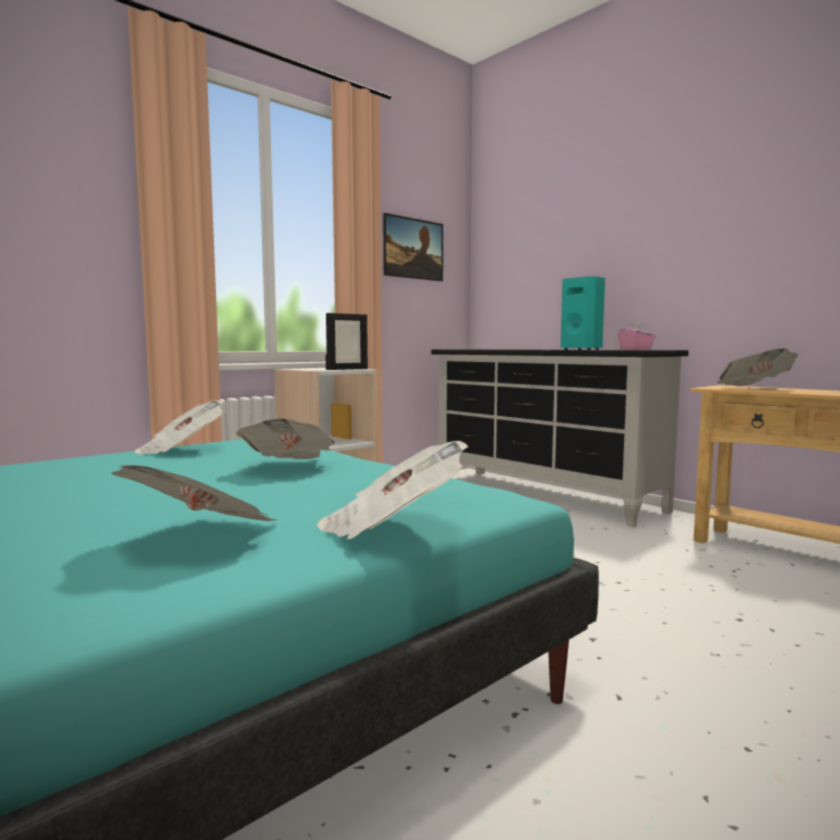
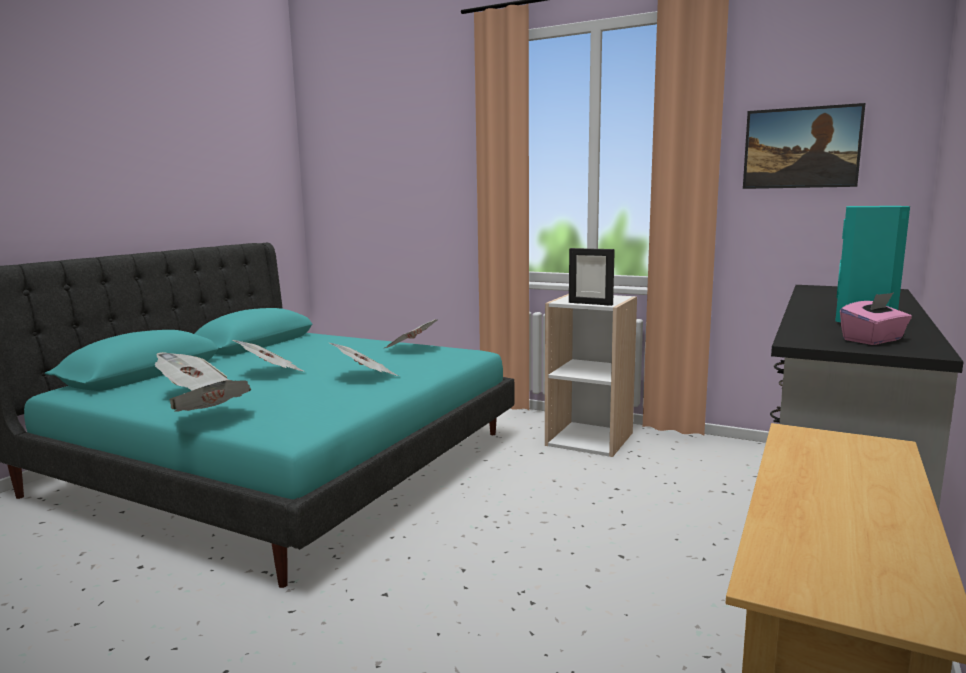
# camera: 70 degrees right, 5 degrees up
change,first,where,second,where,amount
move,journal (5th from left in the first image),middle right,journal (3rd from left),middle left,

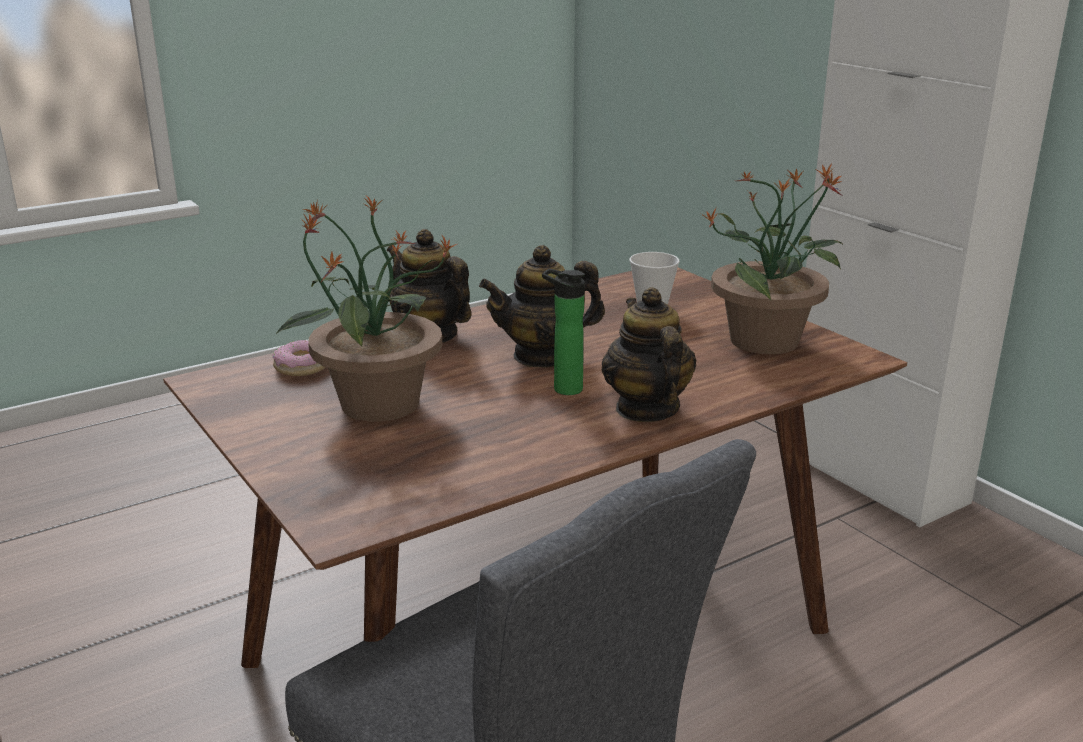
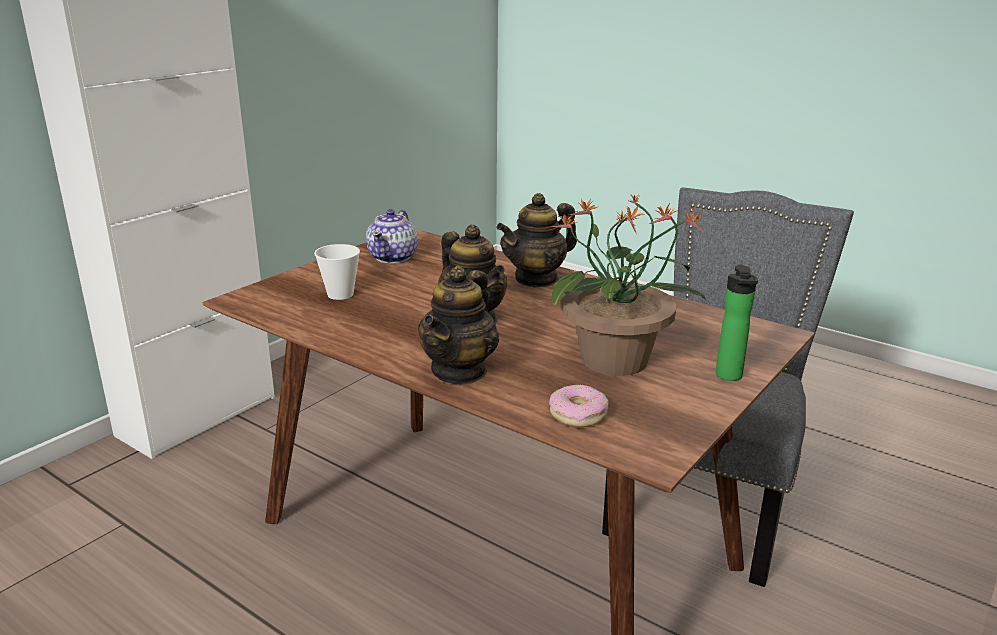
# camera: 110 degrees left, 0 degrees up
change,first,where,second,where,amount
move,bouteille,centre,,middle right,
replace,plante en pot (2nd from left),middle right,théière (1st from left),centre,

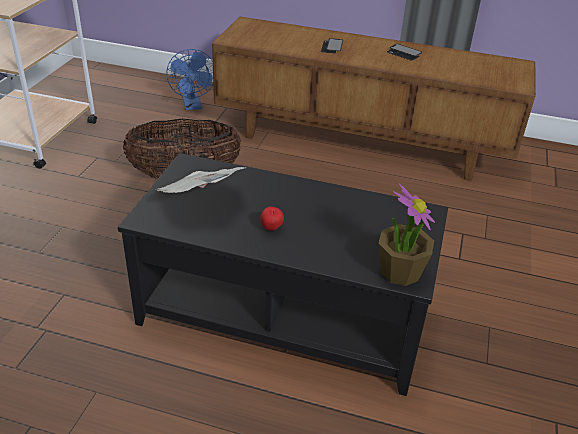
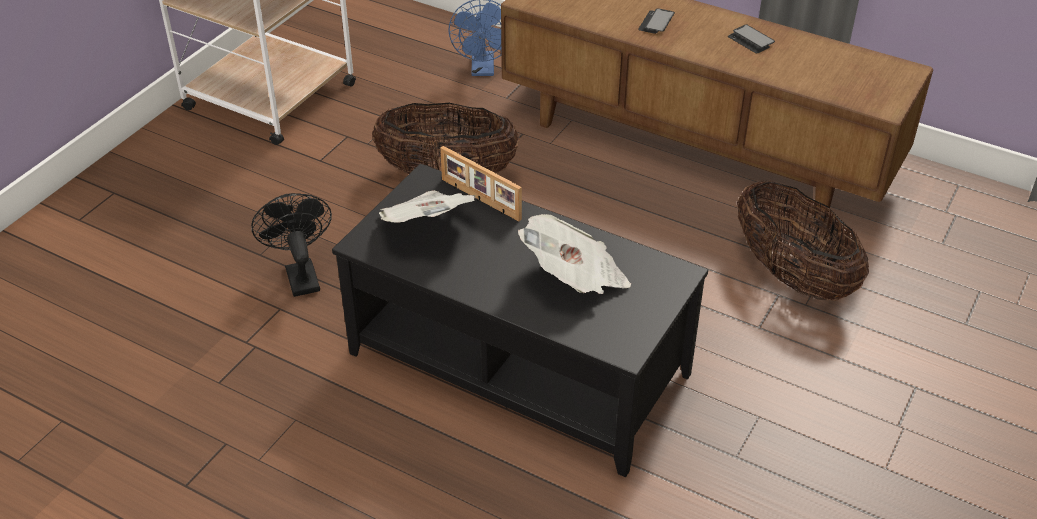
# camera: 15 degrees right, 5 degrees up
change,first,where,second,where,amount
delete,pomme,centre,,,
delete,plante en pot,middle right,,,
insert,,,ventilateur [noir],middle left,
insert,,,cadre photo,centre,
insert,,,journal (2nd from left),centre,
insert,,,panier (2nd from left),middle right,

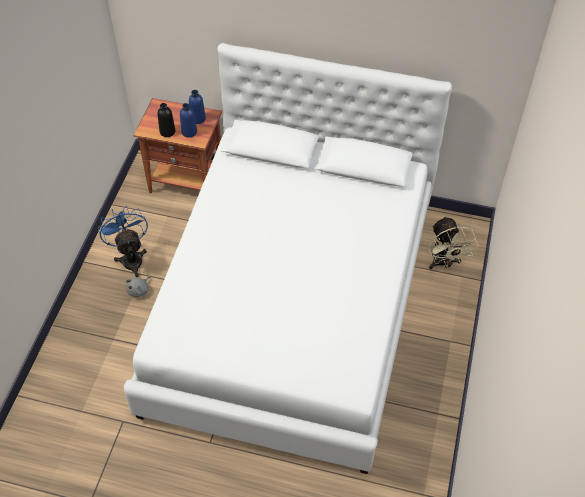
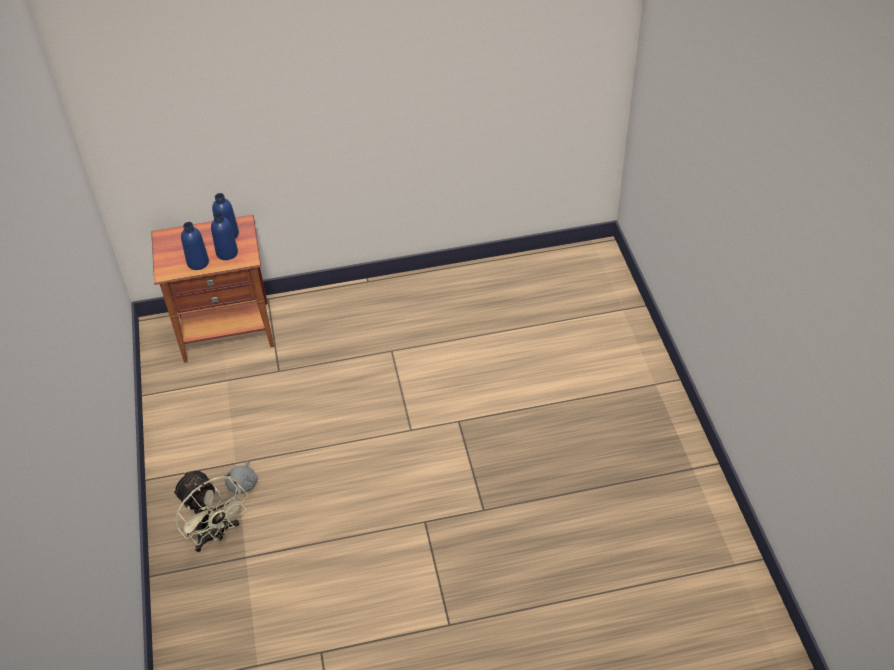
# camera: 25 degrees left, 5 degrees down
change,first,where,second,where,amount
delete,ventilateur [bleu],middle left,,,
delete,lit [blanc],centre,,,
recolor,bouteille [noir],top left,bouteille [bleu] (1st from left),middle left,
move,ventilateur [beige],middle right,,bottom left,

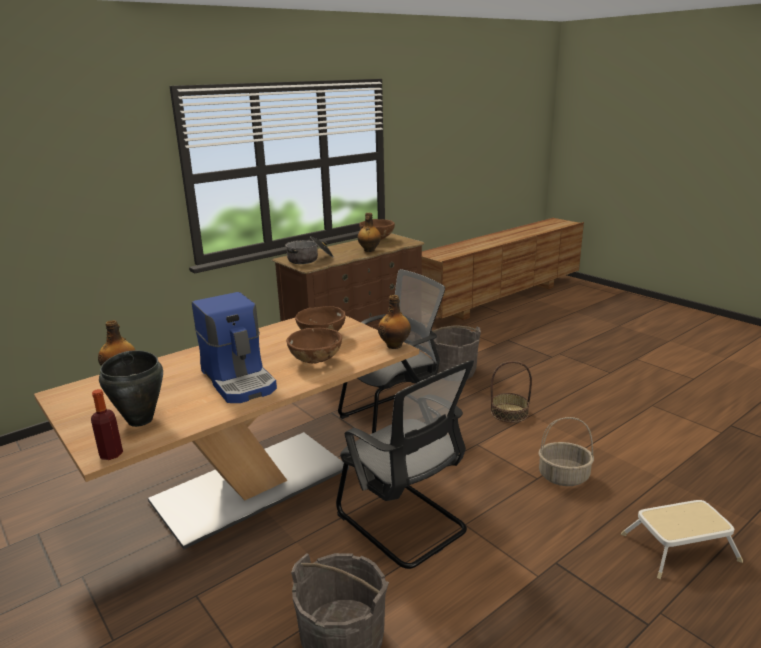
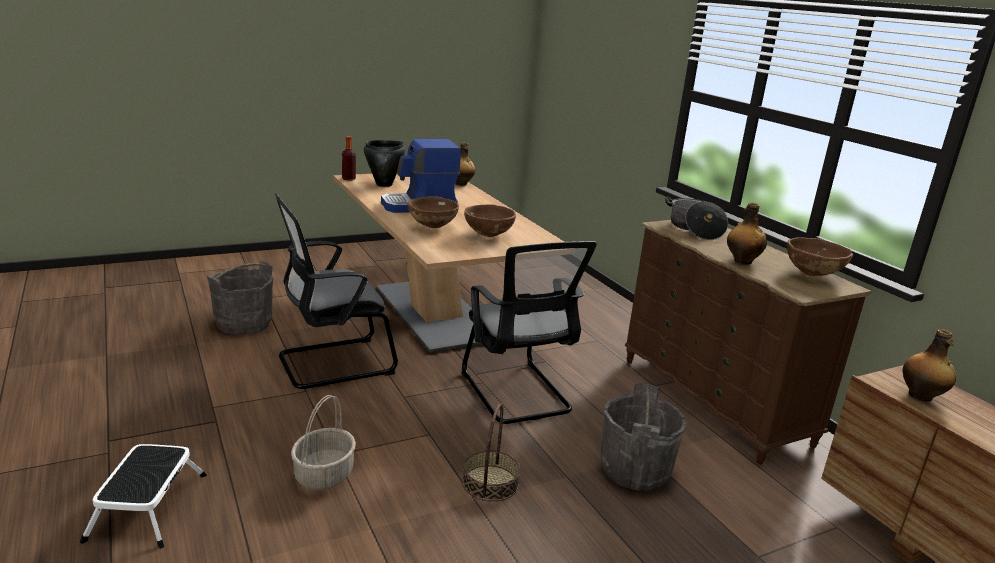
# camera: 100 degrees right, 0 degrees up
change,first,where,second,where,amount
move,bouteille (4th from left),centre,,middle right,
recolor,escabeau [beige],bottom right,escabeau [noir],bottom left,

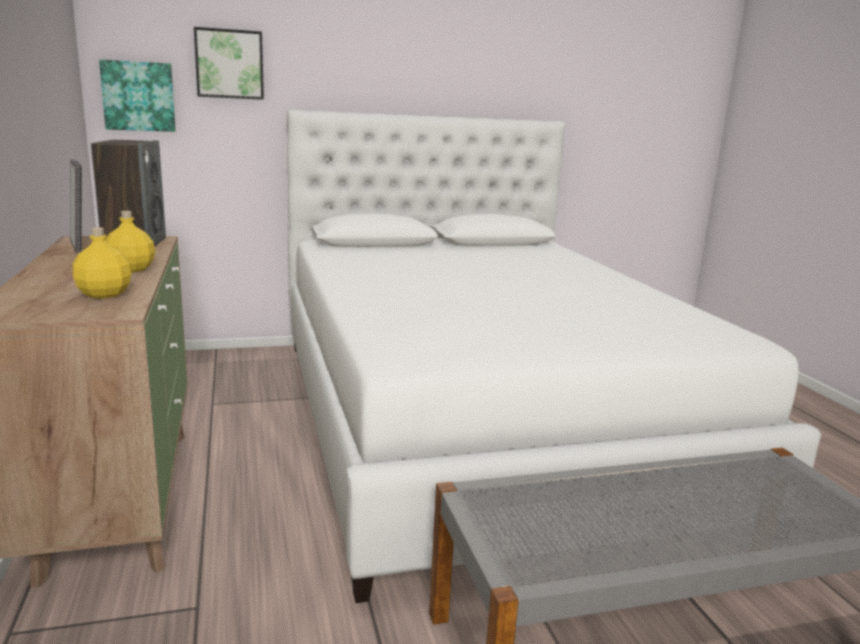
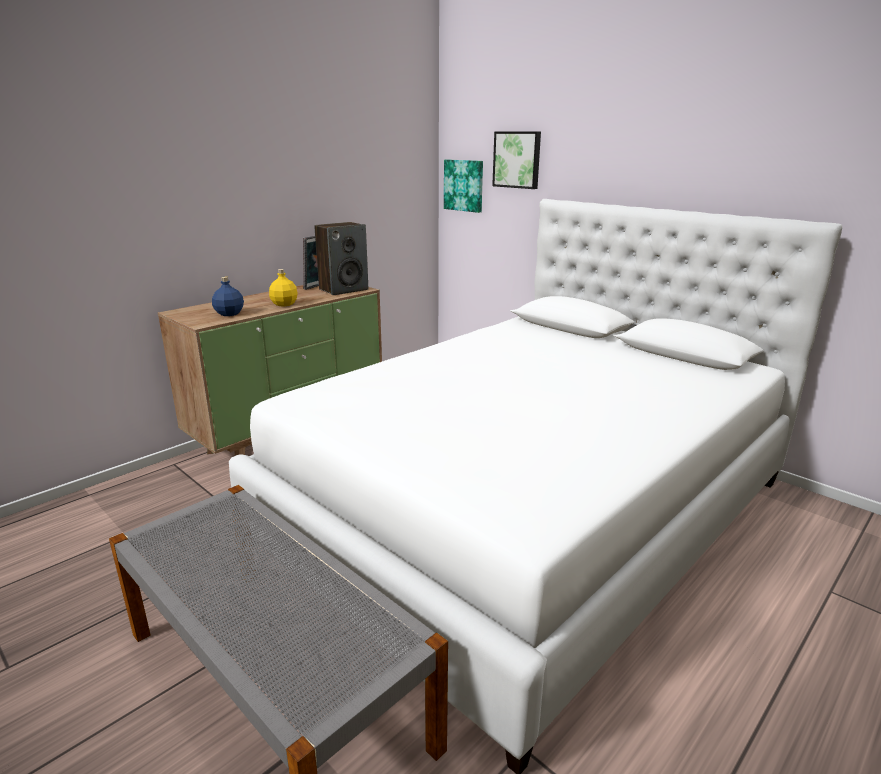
# camera: 60 degrees right, 5 degrees up
change,first,where,second,where,amount
recolor,bouteille [jaune] (1st from left),middle left,bouteille [bleu],middle left,

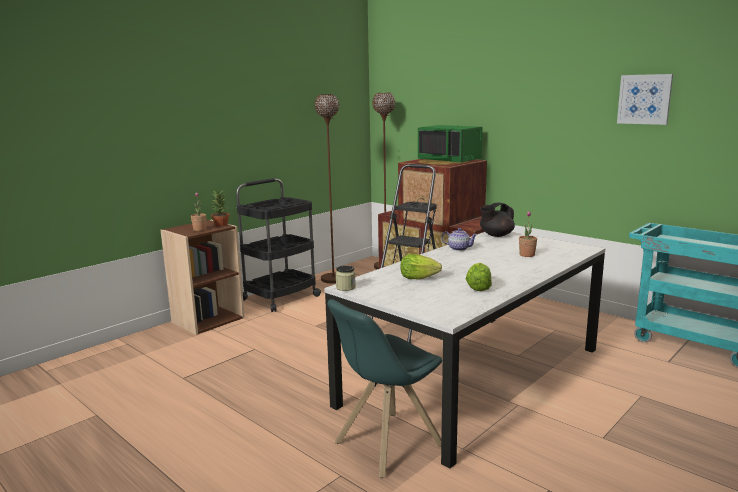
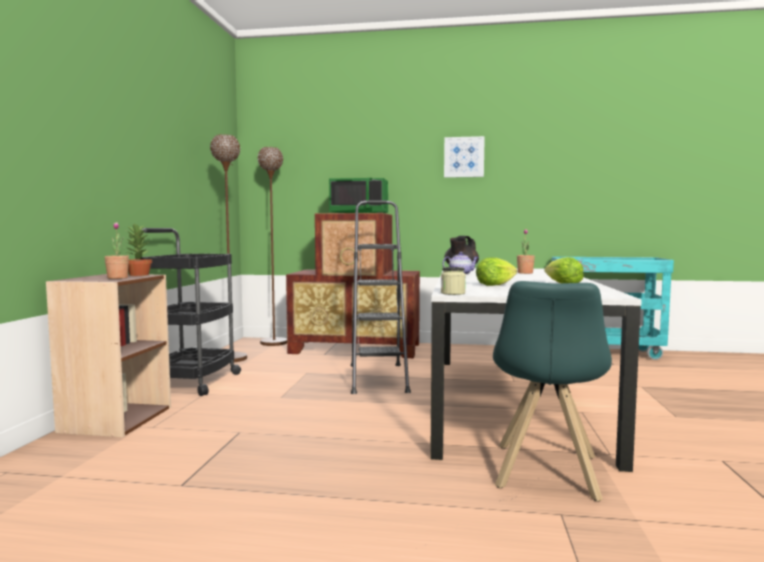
# camera: 35 degrees left, 10 degrees down
change,first,where,second,where,amount
move,tableau,top right,,top centre,

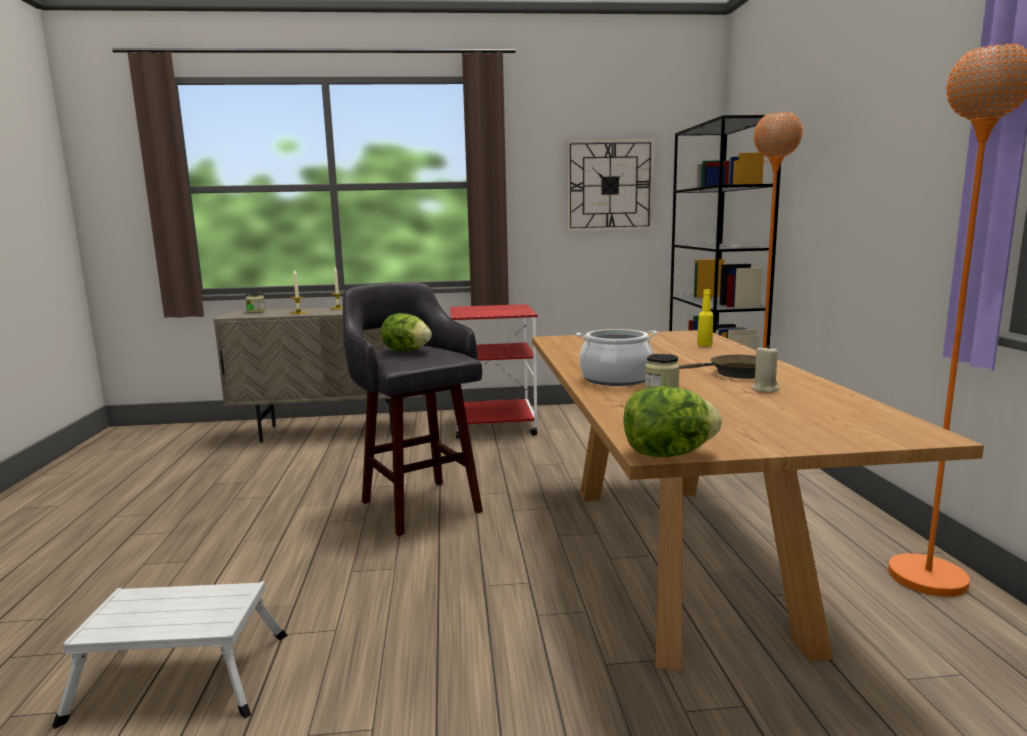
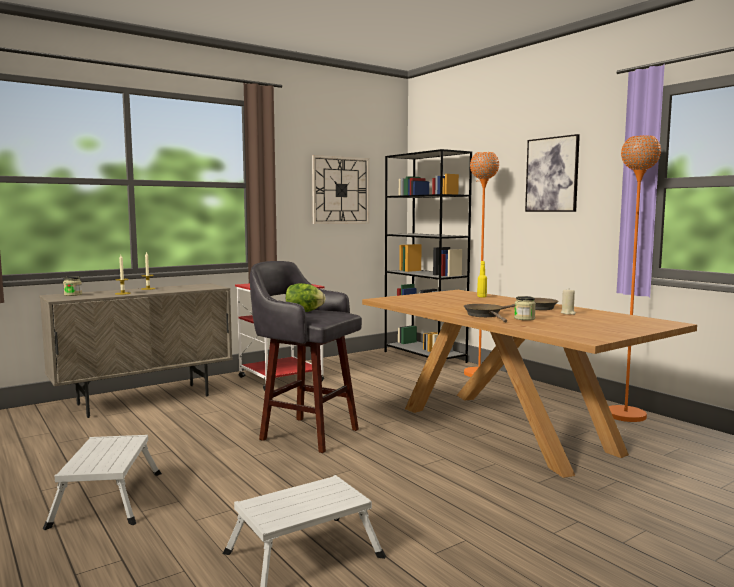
# camera: 30 degrees left, 5 degrees down
change,first,where,second,where,amount
replace,marmite,centre,poêle [marron] (1st from left),centre,
delete,laitue (2nd from left),centre,,,
insert,,,escabeau [blanc] (1st from left),bottom left,
insert,,,tableau,top right,

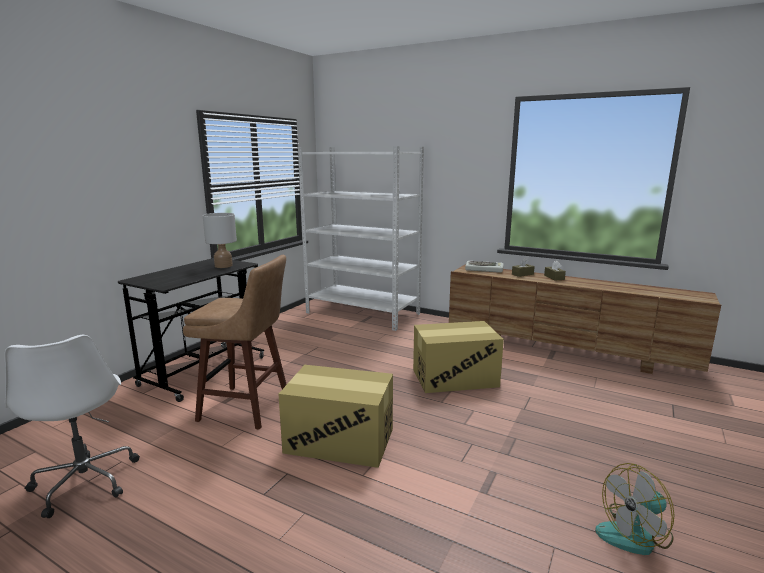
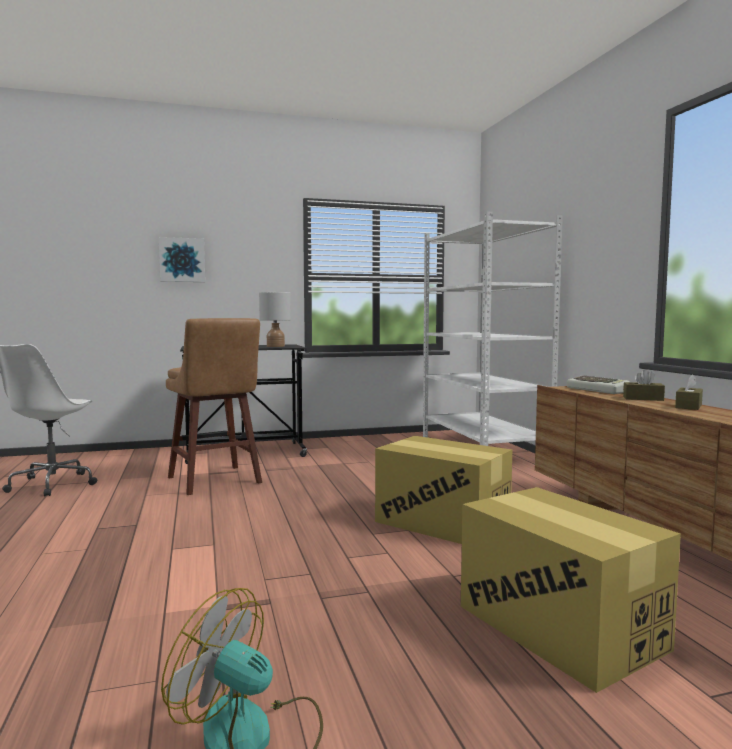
# camera: 45 degrees right, 10 degrees down
change,first,where,second,where,amount
move,carton (1st from left in the first image),bottom centre,carton (2nd from left),bottom right,
insert,,,tableau,middle left,

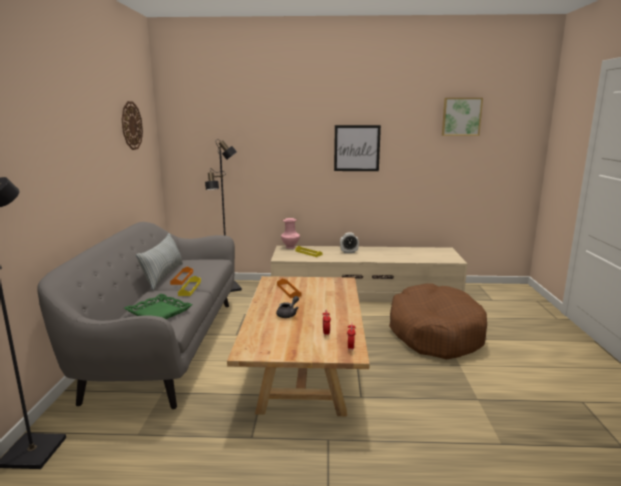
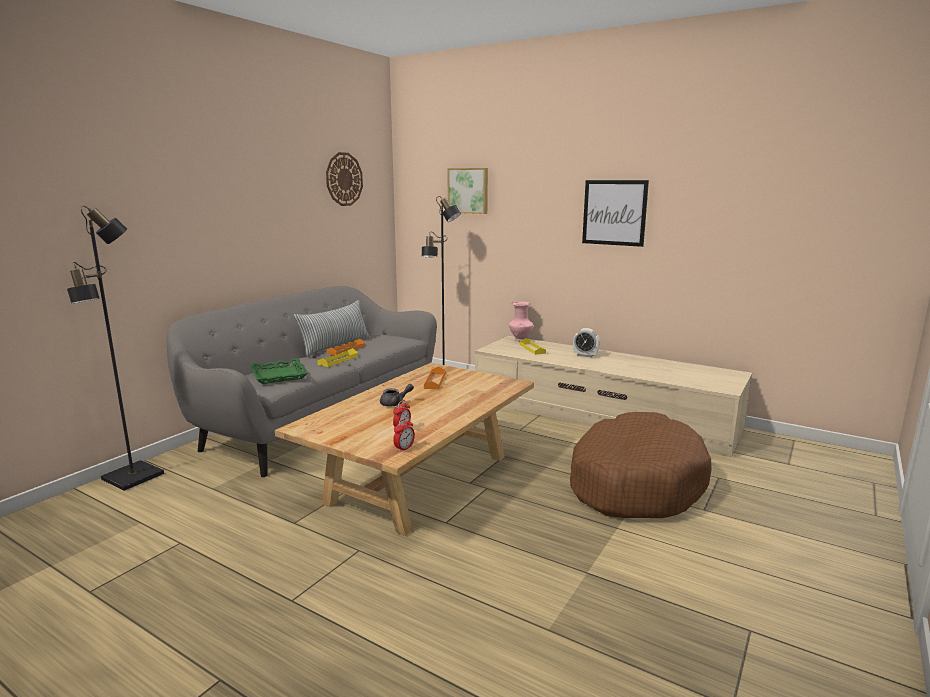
# camera: 30 degrees right, 0 degrees up
change,first,where,second,where,amount
move,tableau (2nd from left in the first image),top right,tableau (1st from left),top centre,

